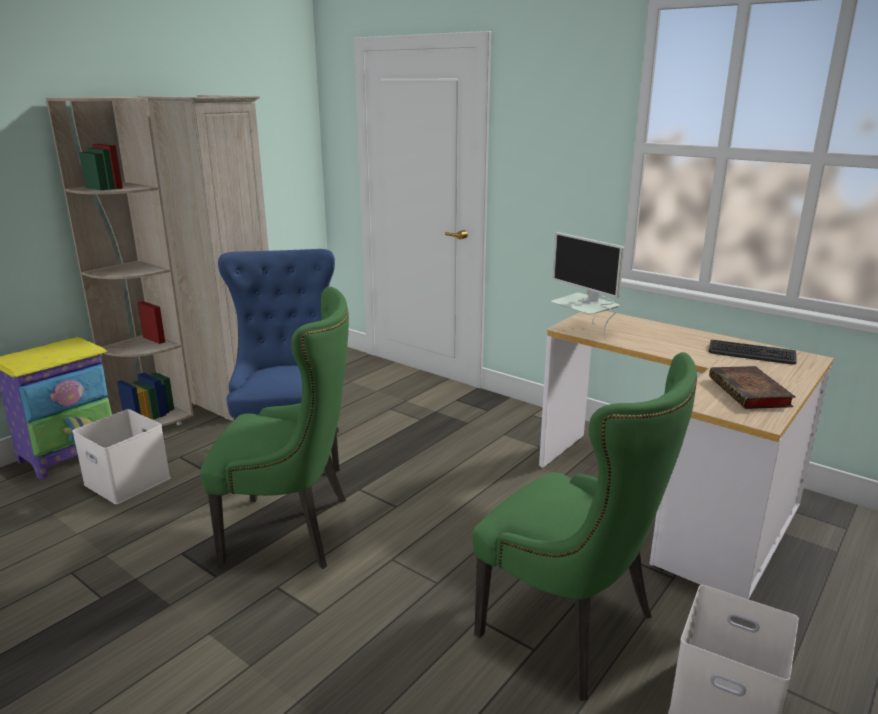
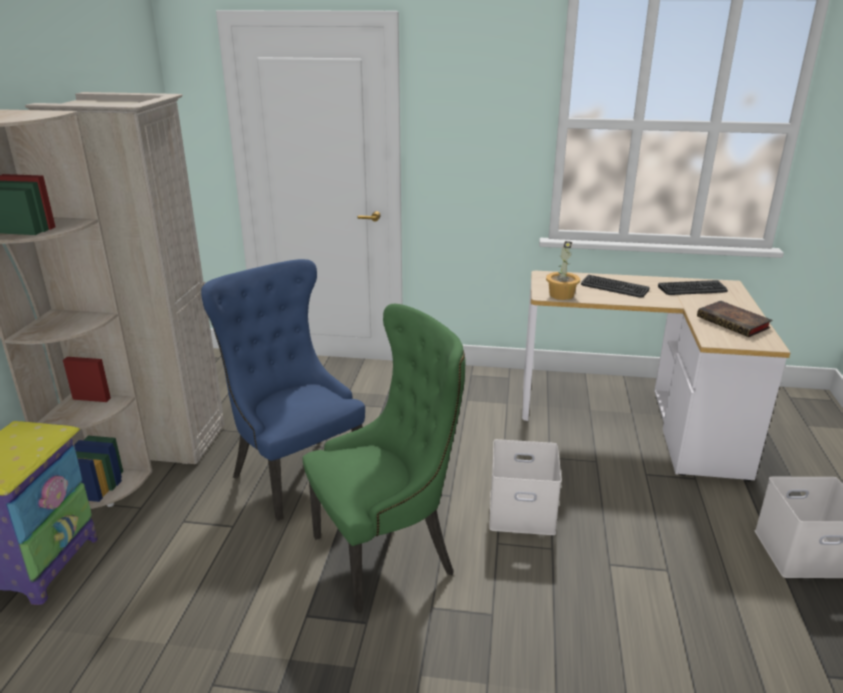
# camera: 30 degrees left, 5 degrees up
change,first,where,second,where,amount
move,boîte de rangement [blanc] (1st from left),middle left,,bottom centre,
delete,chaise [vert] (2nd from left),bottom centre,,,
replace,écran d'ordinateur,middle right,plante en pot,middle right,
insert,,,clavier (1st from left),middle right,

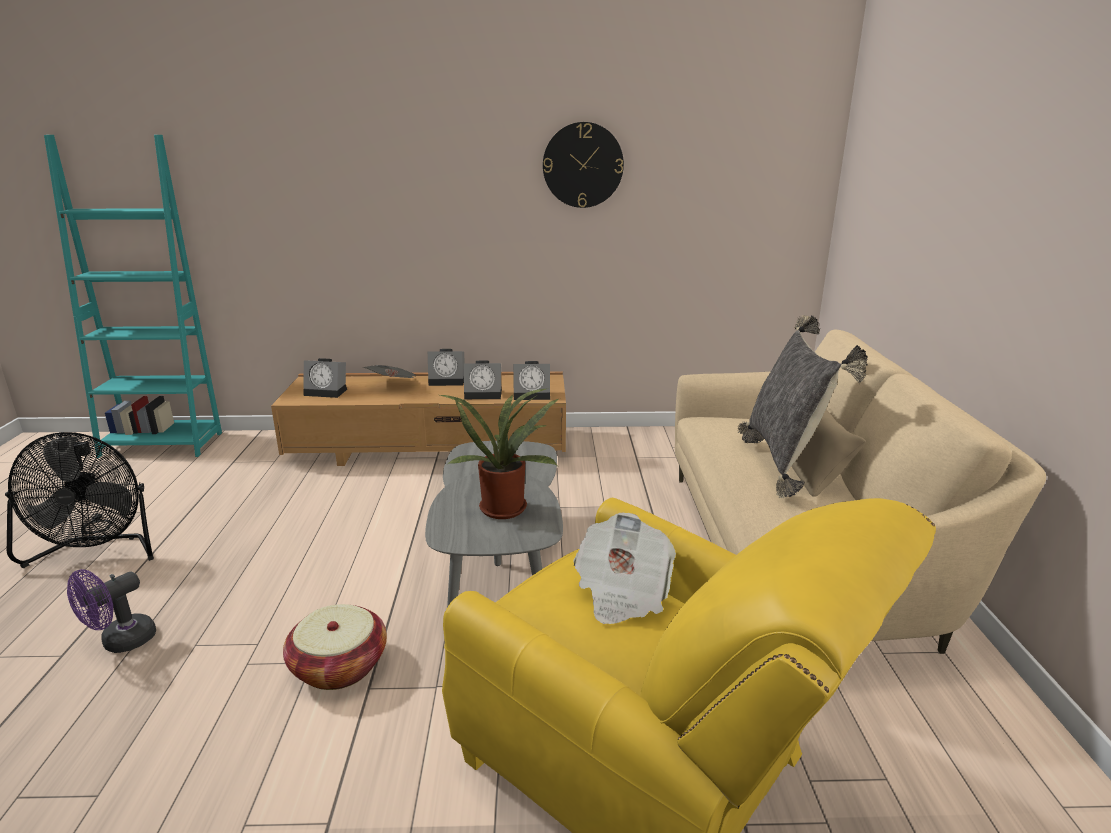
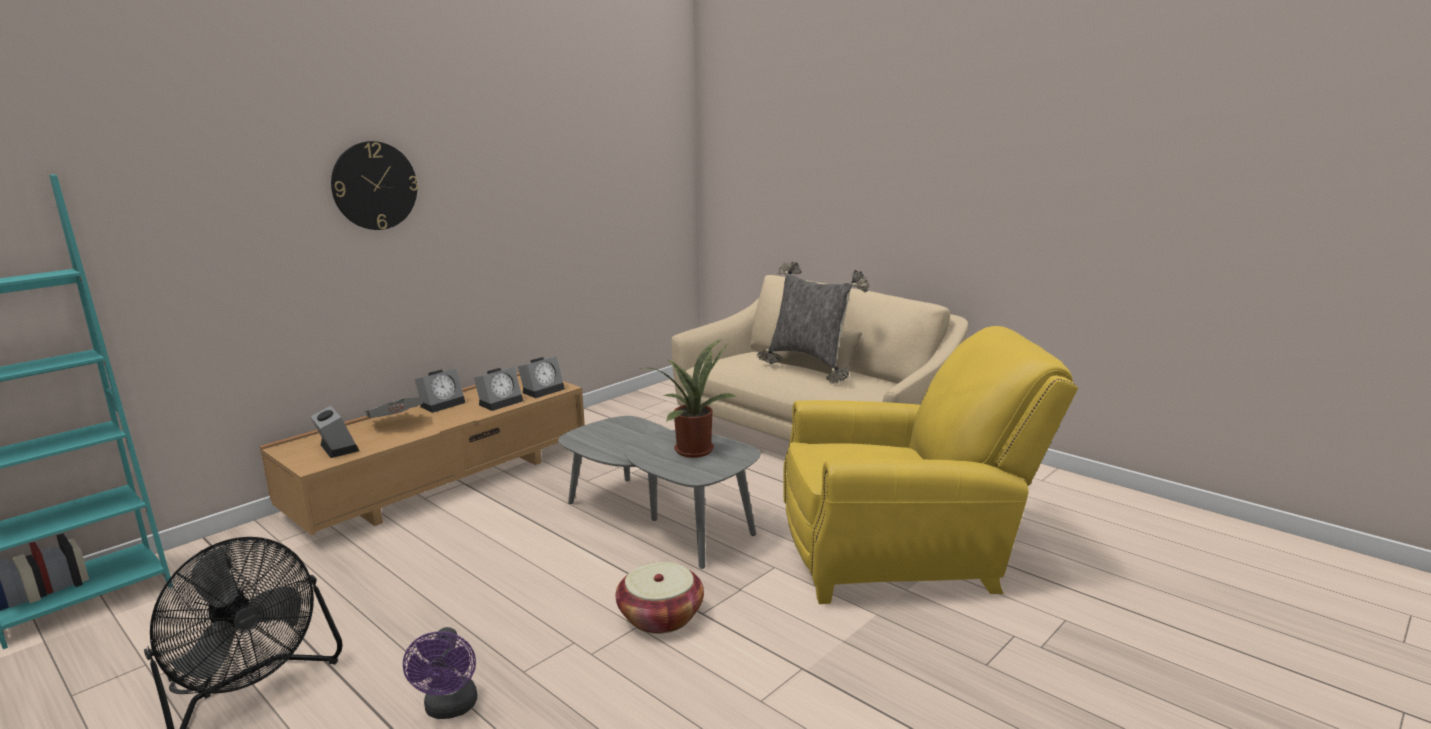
# camera: 45 degrees left, 5 degrees down
change,first,where,second,where,amount
rotate,réveil (1st from left),middle left,,middle left,90 degrees counterclockwise
move,horloge murale,top centre,,top left,
delete,journal (2nd from left),bottom centre,,,

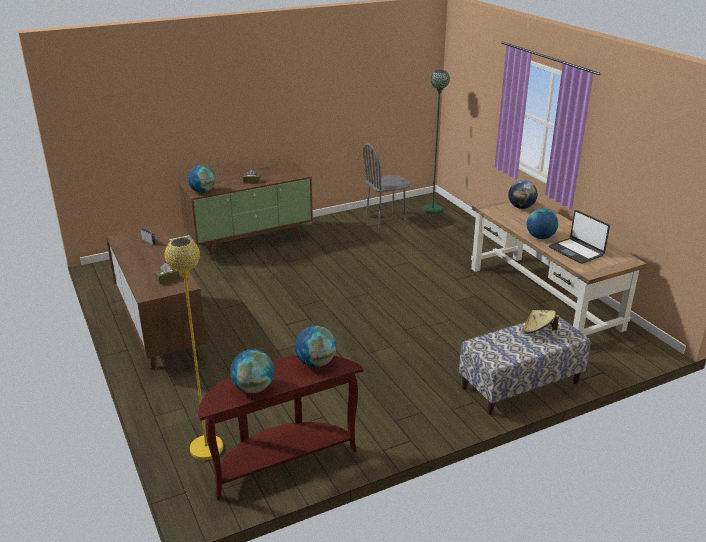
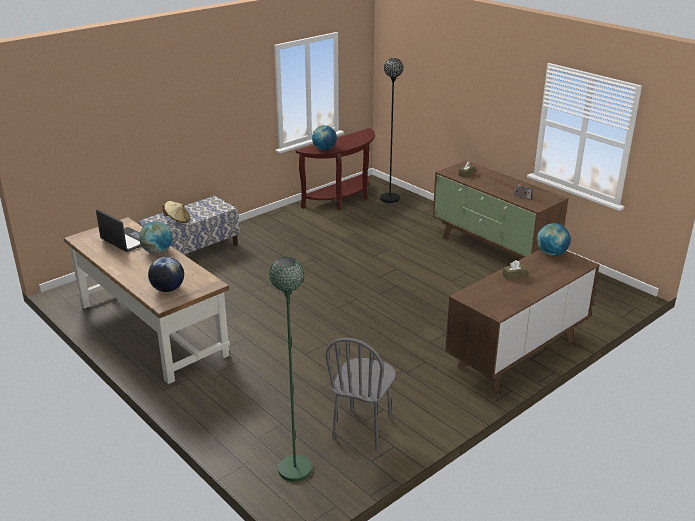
# camera: 165 degrees right, 0 degrees up
change,first,where,second,where,amount
recolor,lampadaire [jaune],middle left,lampadaire [noir],top centre,
delete,globe (2nd from left),bottom centre,,,
rotate,chaise [gris],centre,,bottom centre,150 degrees clockwise

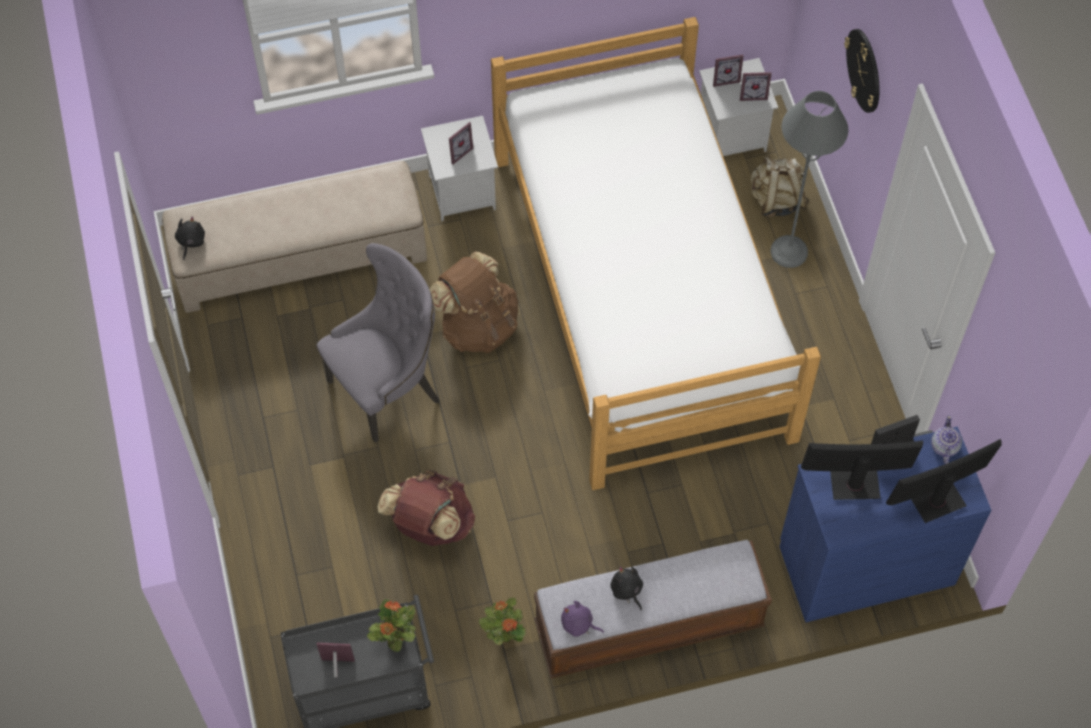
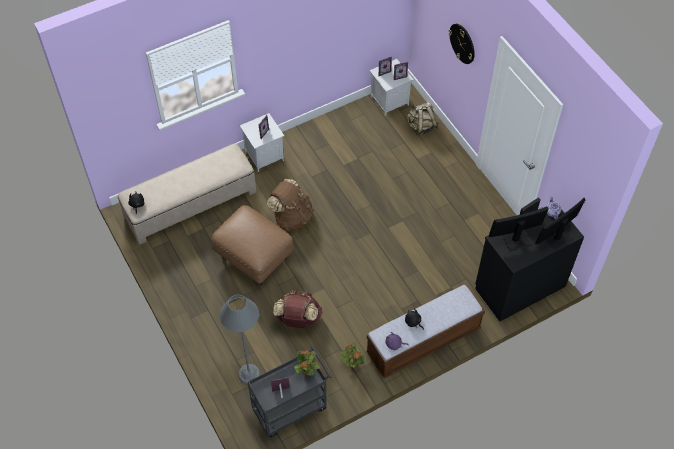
# camera: 15 degrees left, 5 degrees down
change,first,where,second,where,amount
replace,chaise [gris],centre,pouf [marron],centre,
delete,lit,centre,,,
move,lampadaire [gris],top right,,bottom centre,
recolor,commode [bleu],bottom right,commode [noir],middle right,

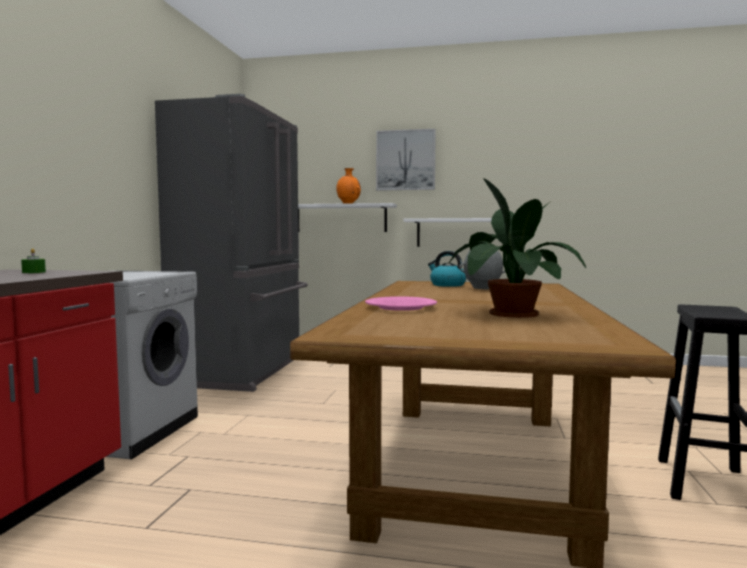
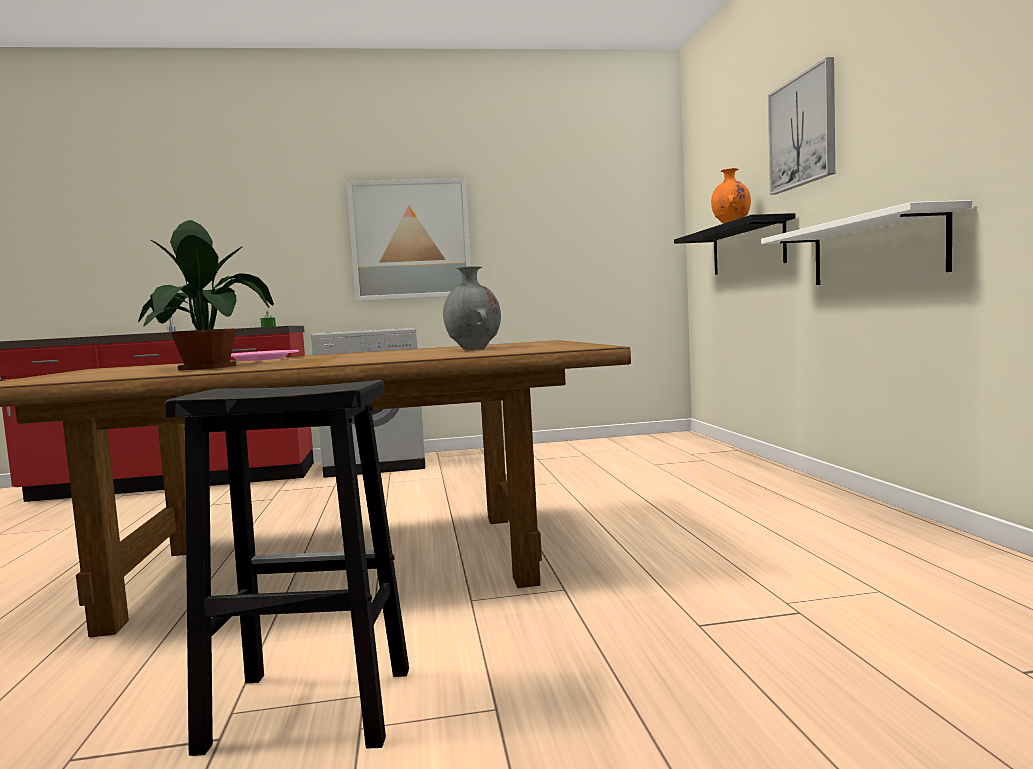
# camera: 70 degrees right, 0 degrees up
change,first,where,second,where,amount
delete,réfrigérateur [gris],middle left,,,
recolor,étagère [blanc] (1st from left),centre,étagère [noir],top right,
delete,bouilloire,centre,,,
insert,,,tableau (1st from left),top centre,

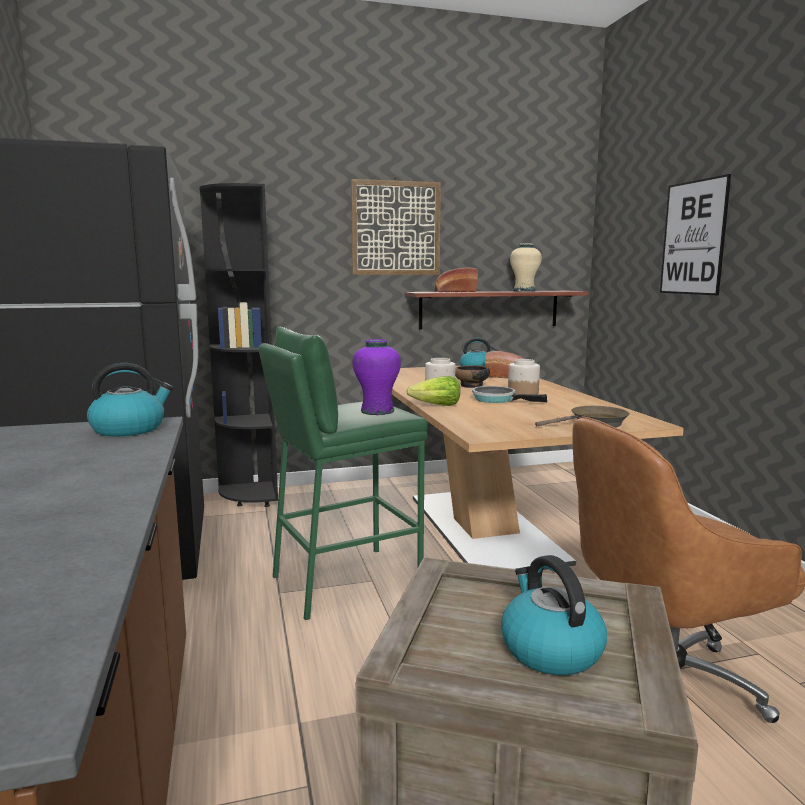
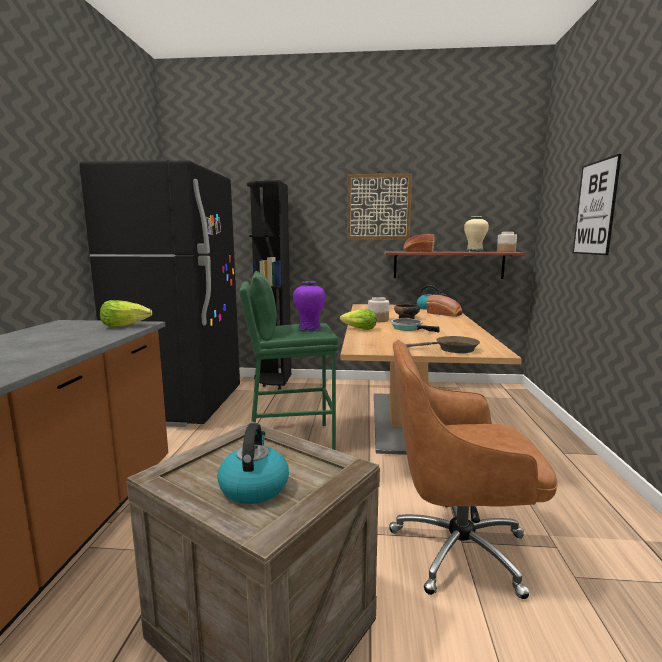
# camera: 20 degrees right, 0 degrees up
change,first,where,second,where,amount
replace,bouilloire (1st from left),middle left,laitue (1st from left),middle left,
move,bocal (2nd from left),centre,,middle right,

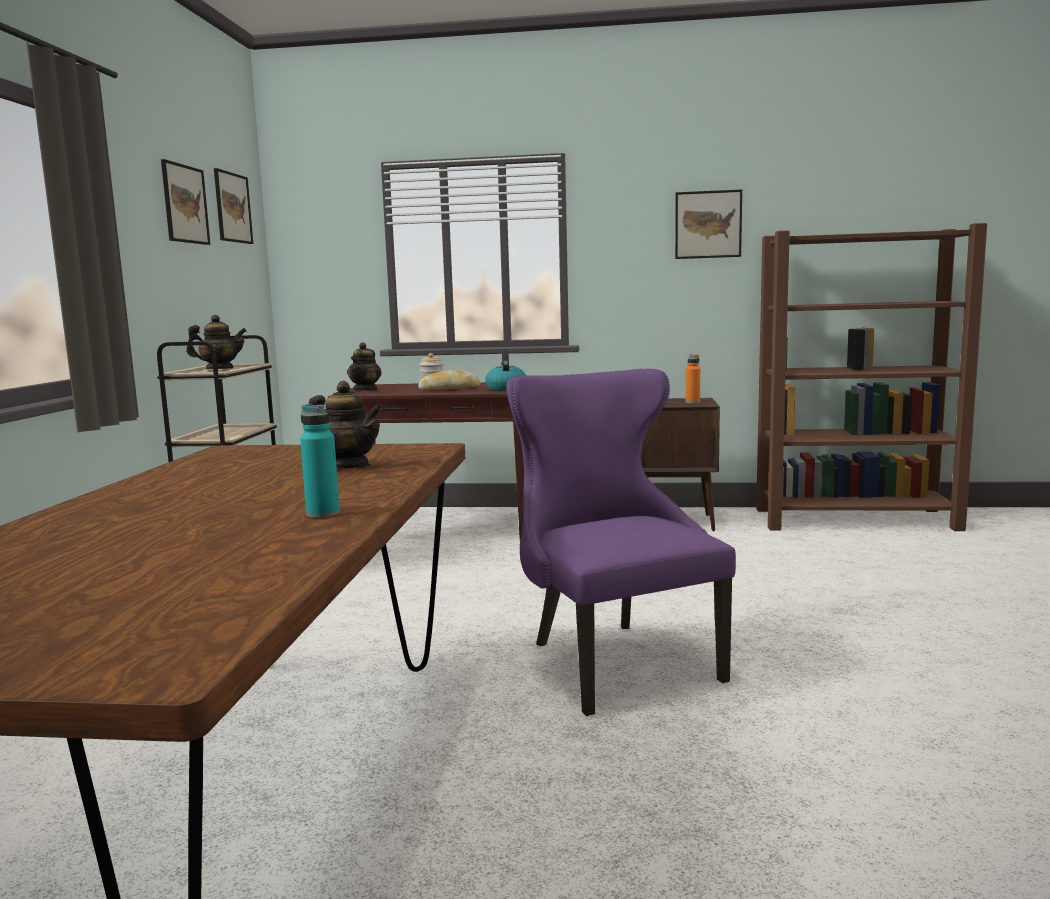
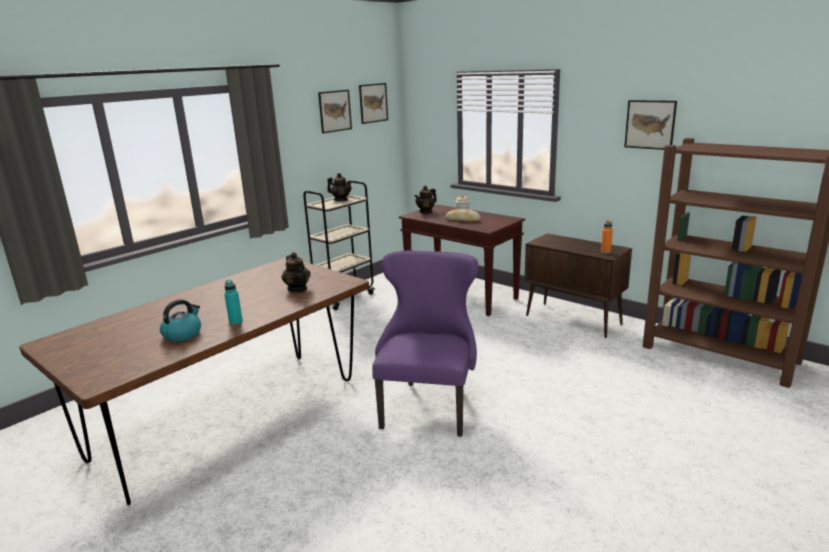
# camera: 35 degrees right, 10 degrees up
change,first,where,second,where,amount
move,bouilloire,centre,,middle left,

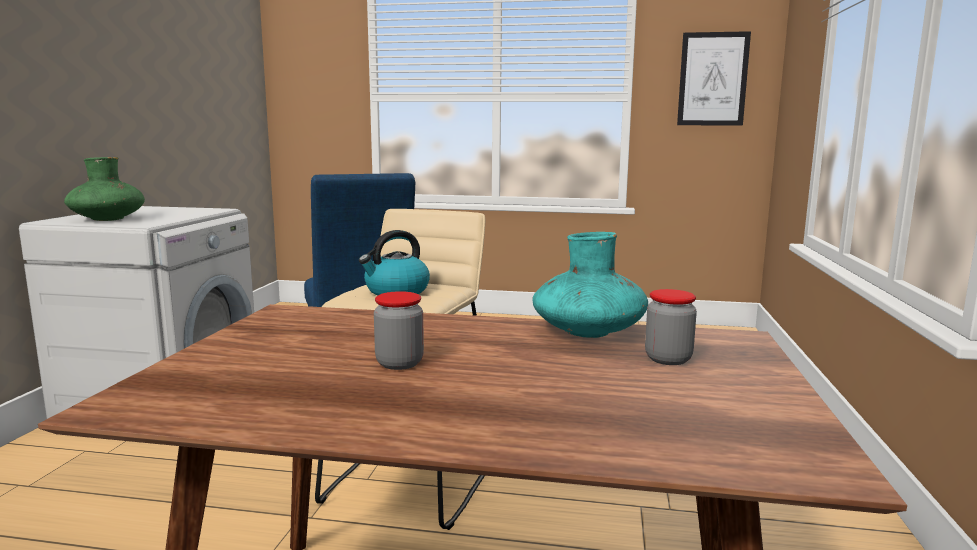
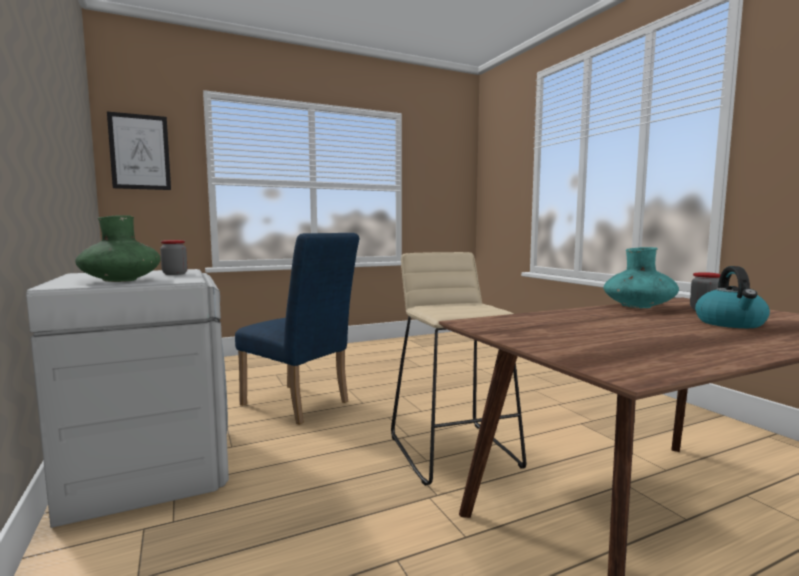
# camera: 35 degrees left, 5 degrees down
change,first,where,second,where,amount
move,bouilloire,centre,,middle right,
move,bocal (1st from left),centre,,middle left,
move,tableau,top right,,top left,

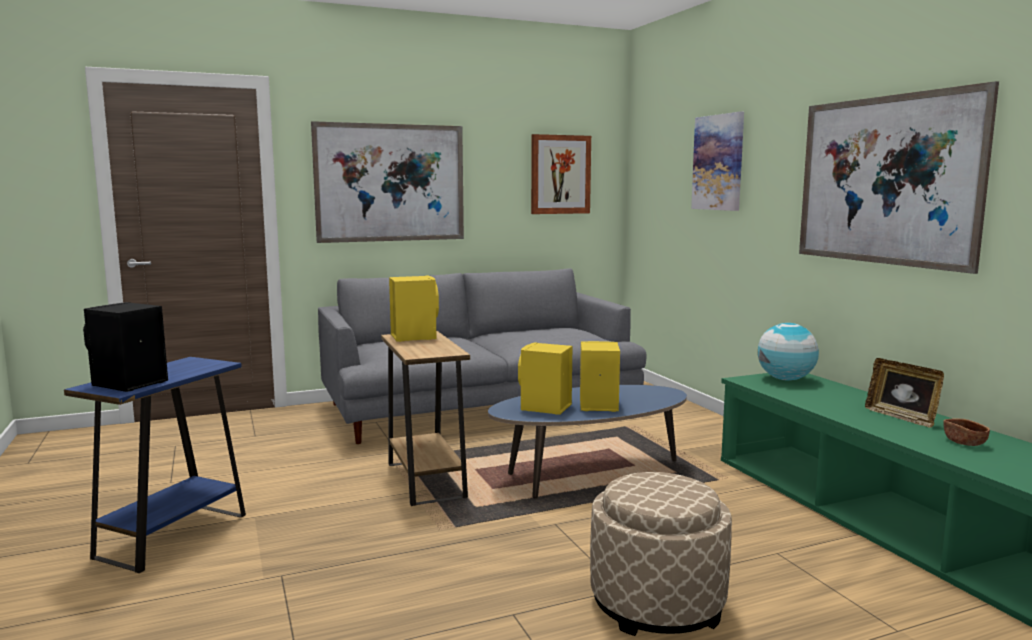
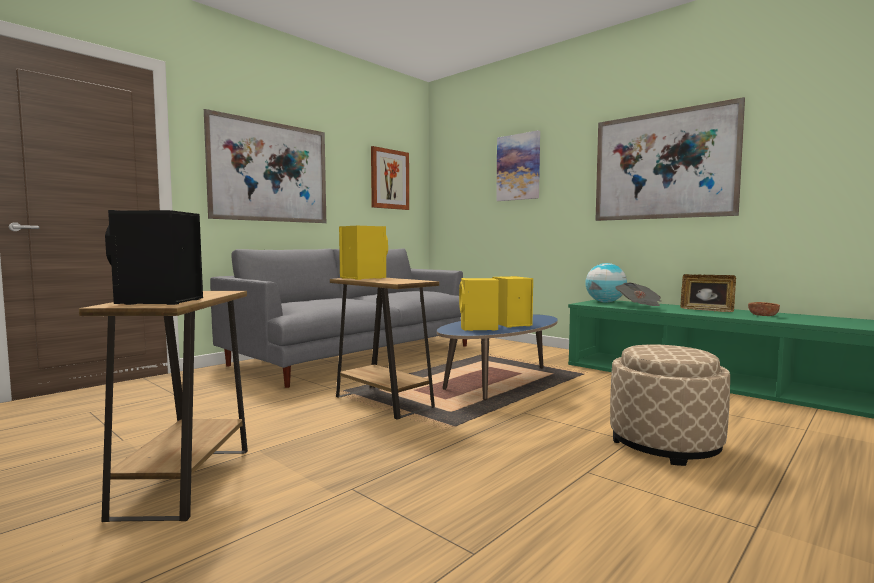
# camera: 25 degrees left, 5 degrees down
change,first,where,second,where,amount
recolor,table d'appoint [bleu],bottom left,table d'appoint [marron] (1st from left),bottom left,
insert,,,journal,middle right,

